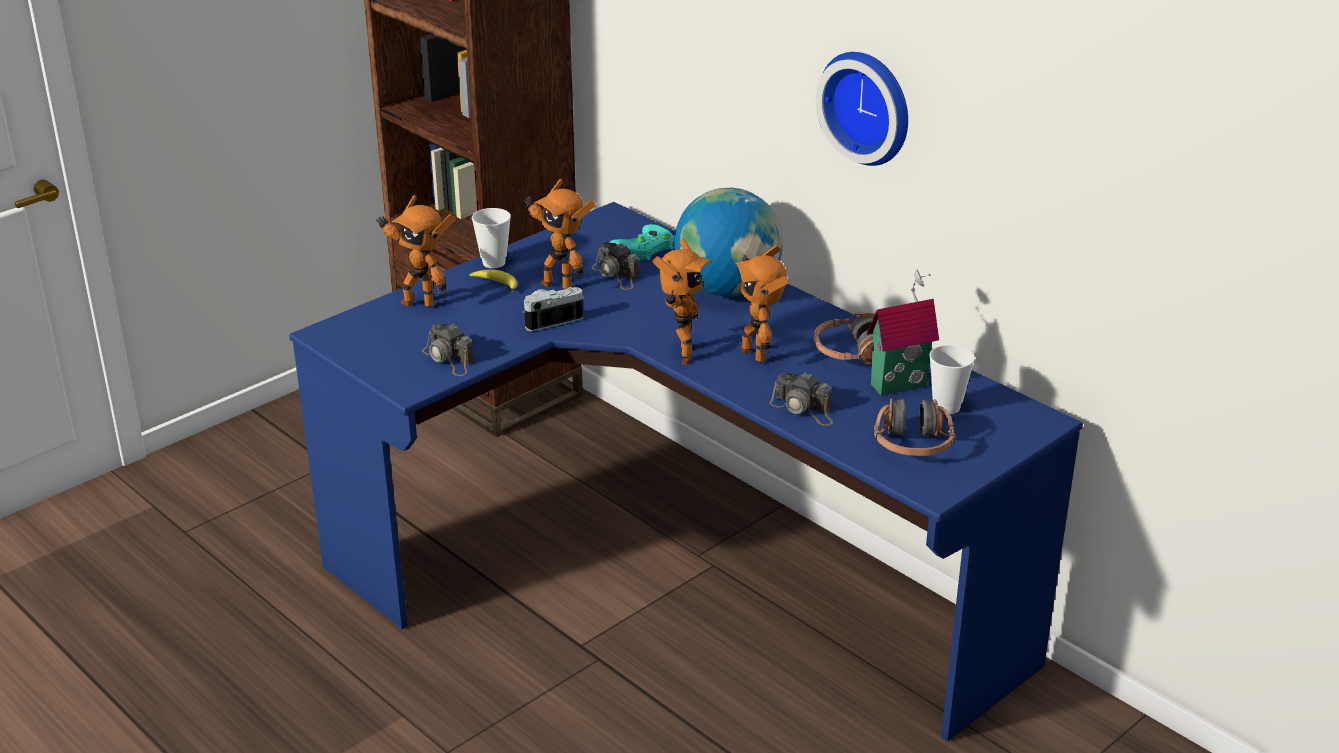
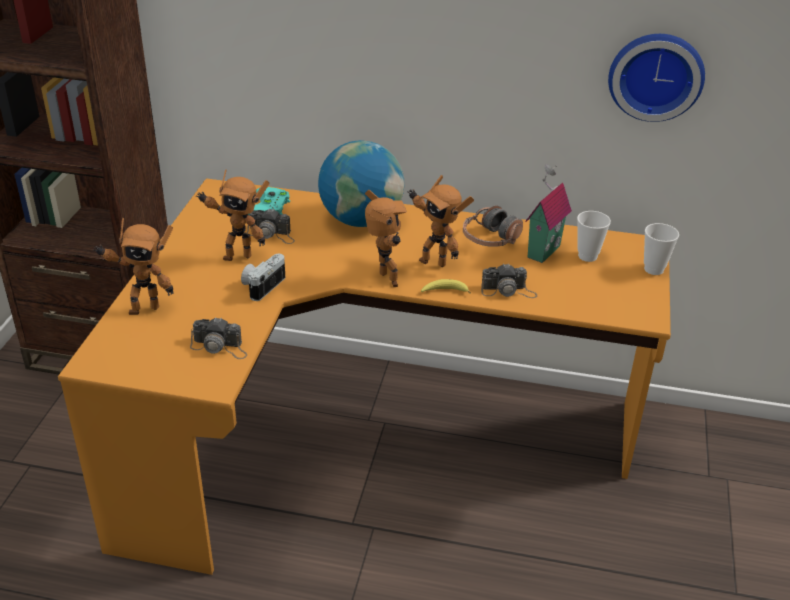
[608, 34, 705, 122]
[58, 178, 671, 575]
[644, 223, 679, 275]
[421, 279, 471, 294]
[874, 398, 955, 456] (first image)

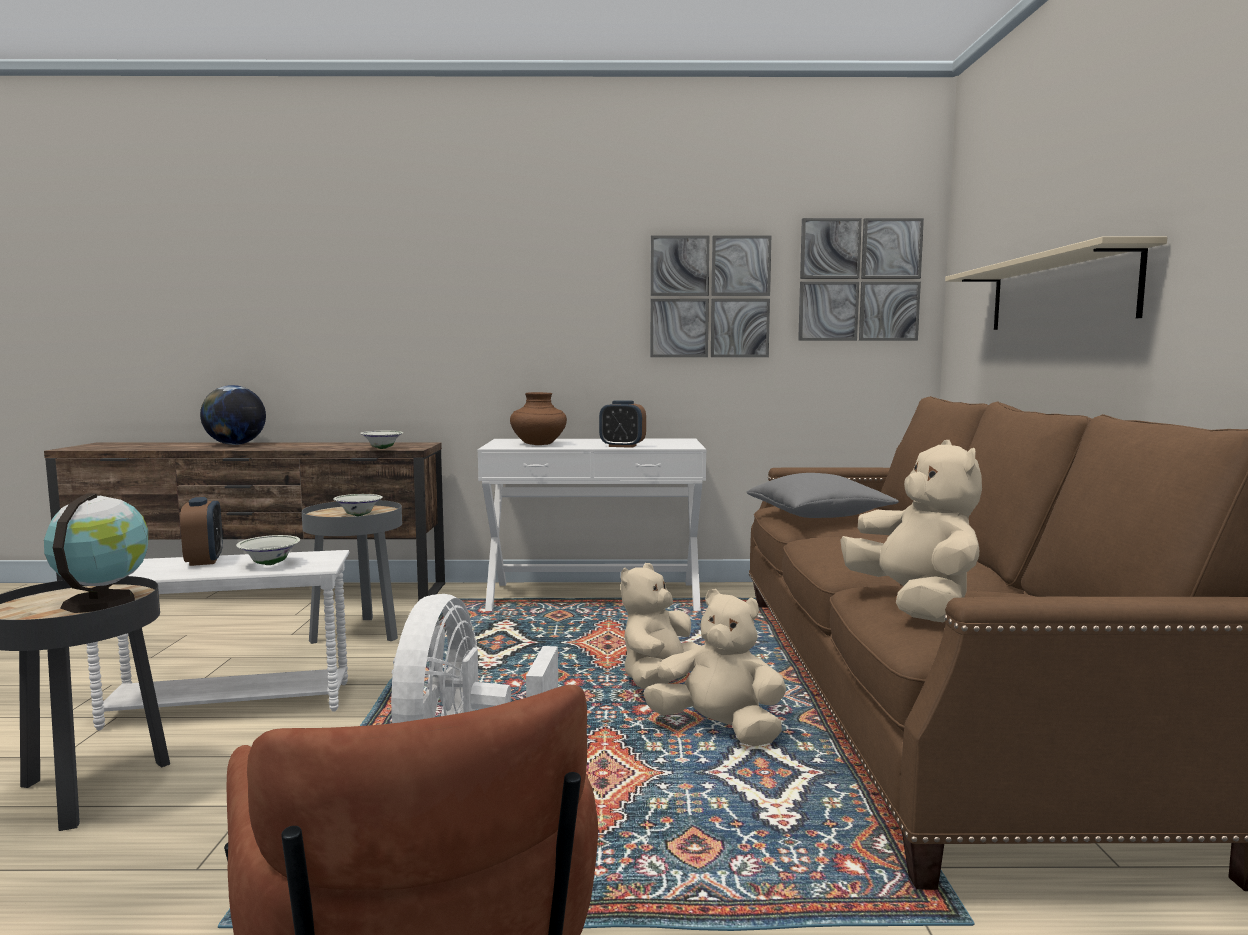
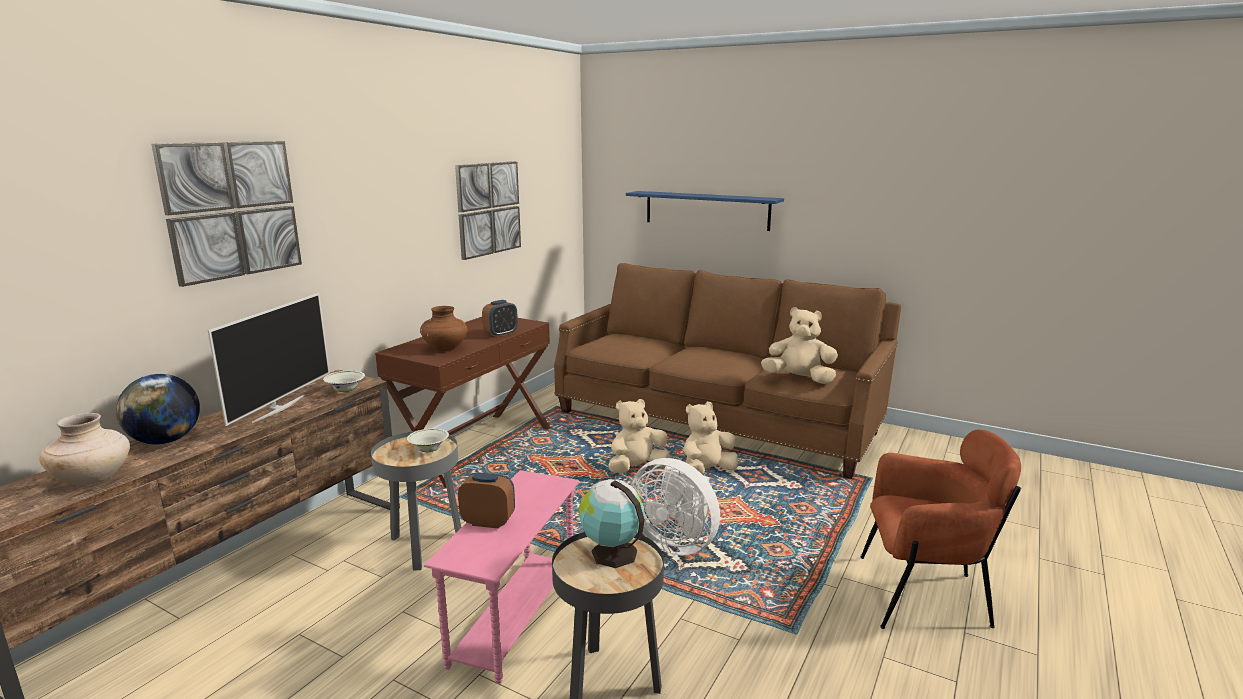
[151, 141, 302, 287]
[626, 191, 784, 231]
[375, 317, 550, 488]
[746, 473, 899, 518] (first image)
[236, 535, 300, 565] (first image)
[424, 470, 579, 684]
[608, 399, 670, 473]
[208, 293, 330, 426]
[39, 413, 130, 486]

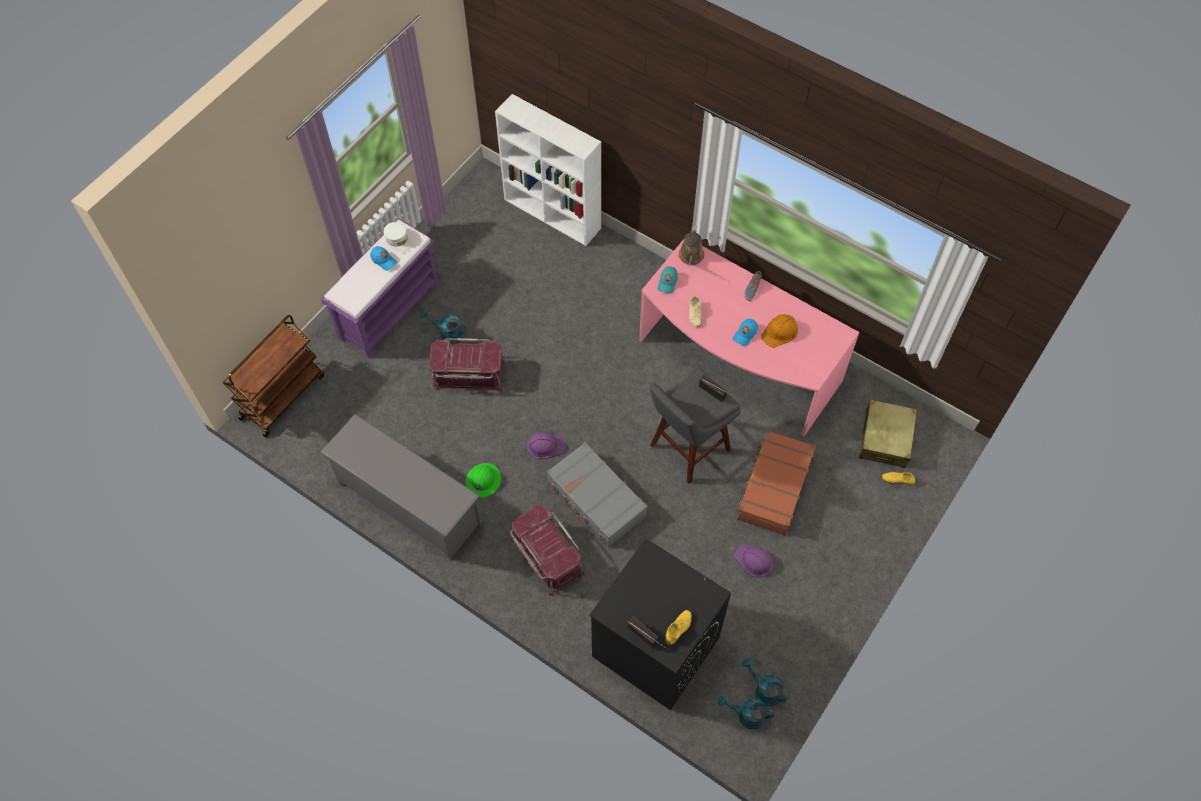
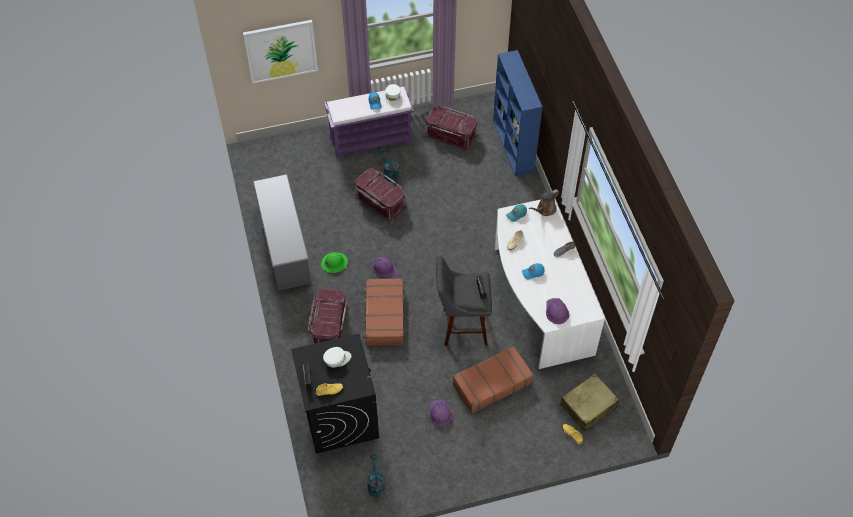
[493, 50, 542, 176]
[495, 199, 605, 369]
[761, 314, 798, 348] (first image)
[223, 315, 324, 437] (first image)
[363, 278, 404, 346]
[718, 695, 774, 730] (first image)
[243, 20, 318, 84]
[424, 106, 478, 152]
[546, 298, 570, 324]
[323, 347, 351, 368]

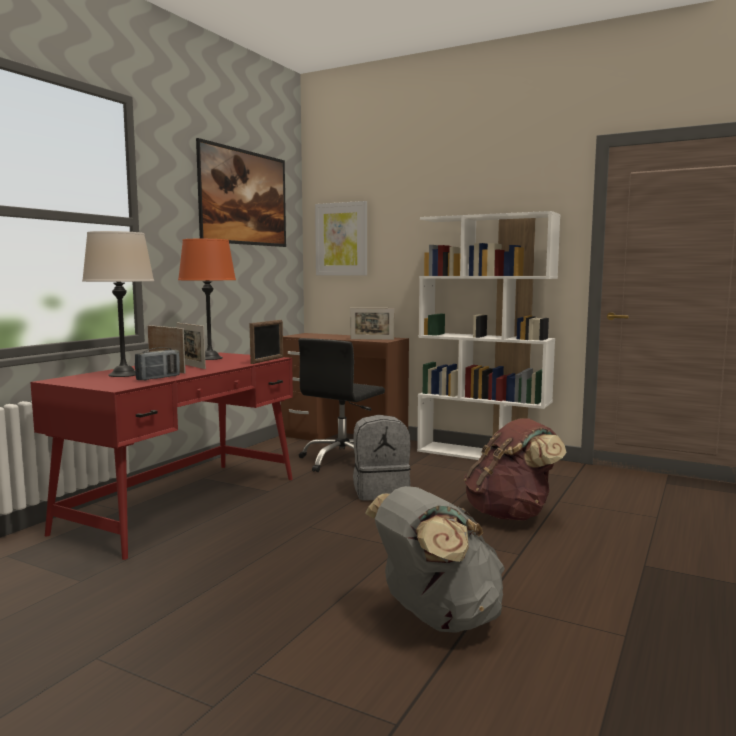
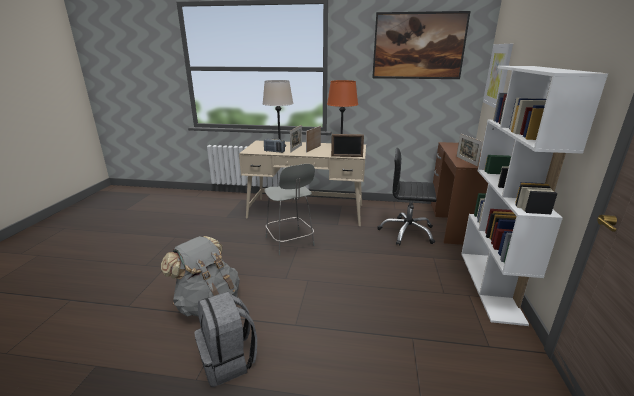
[239, 141, 366, 226]
[194, 292, 257, 387]
[464, 418, 567, 520] (first image)
[264, 164, 315, 255]

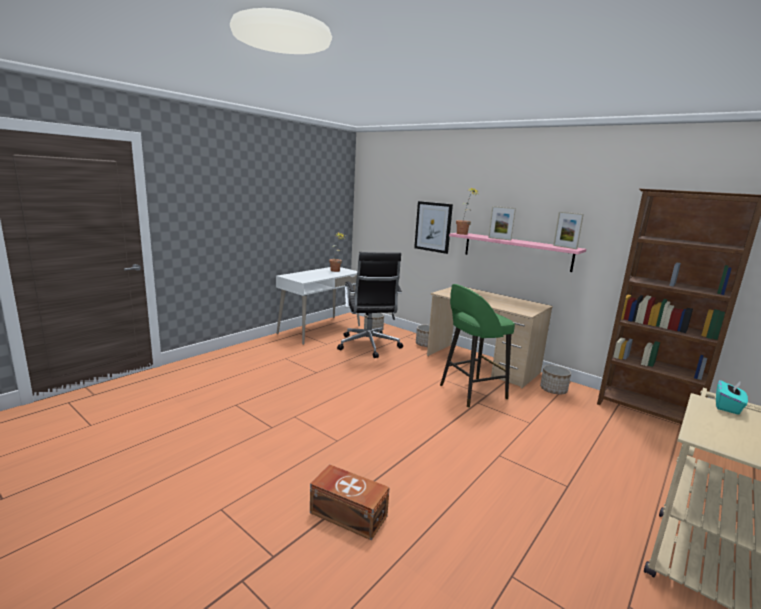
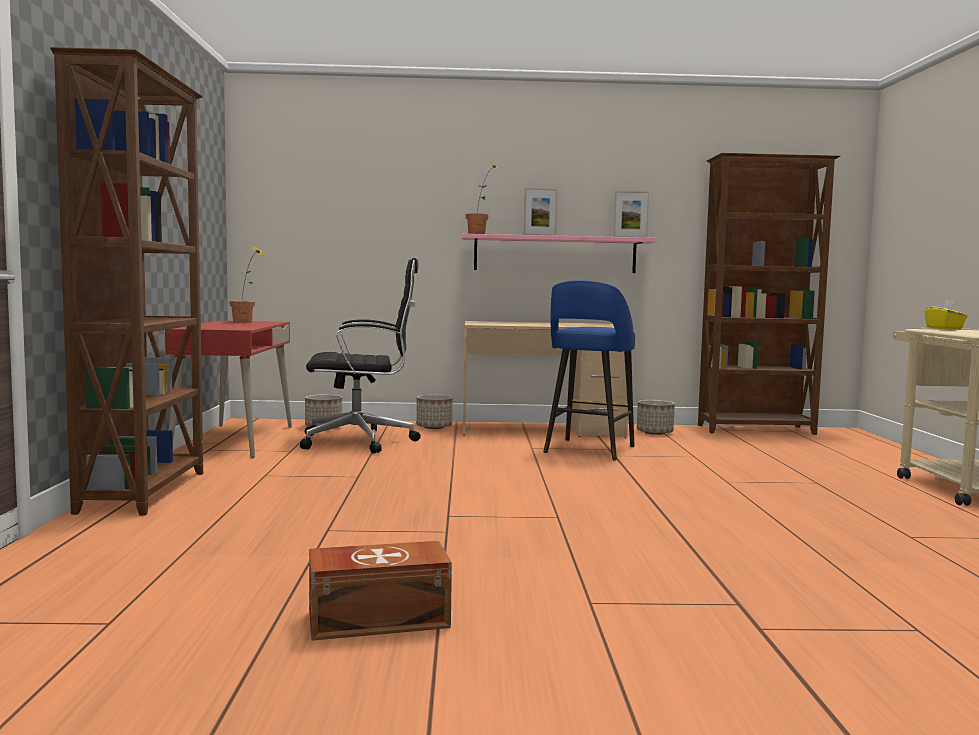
[414, 201, 453, 254] (first image)
[300, 258, 421, 454]
[165, 320, 292, 458]
[543, 280, 635, 461]
[924, 300, 968, 329]
[309, 541, 452, 641]
[50, 47, 203, 515]

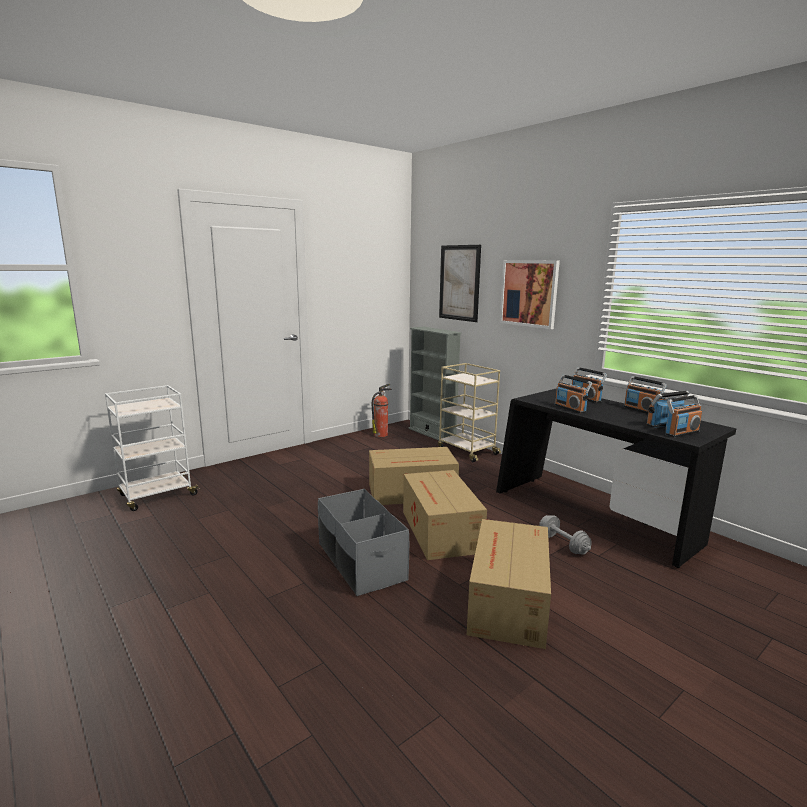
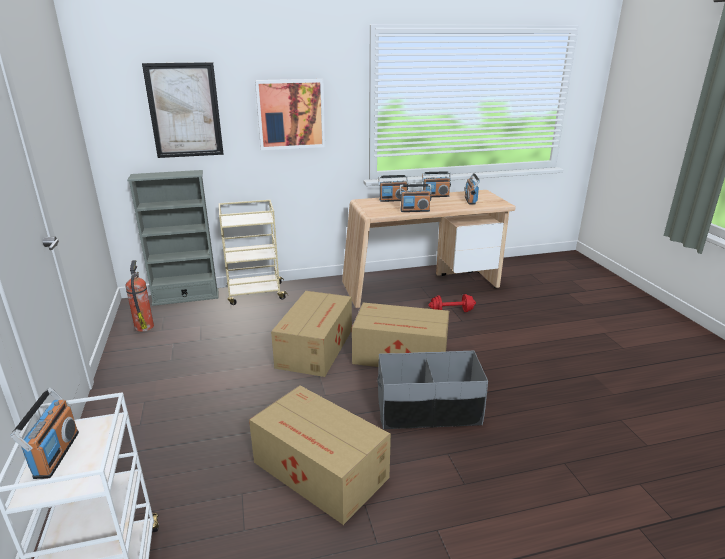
[342, 190, 516, 308]
[10, 388, 79, 479]
[428, 294, 476, 312]
[249, 385, 391, 525]

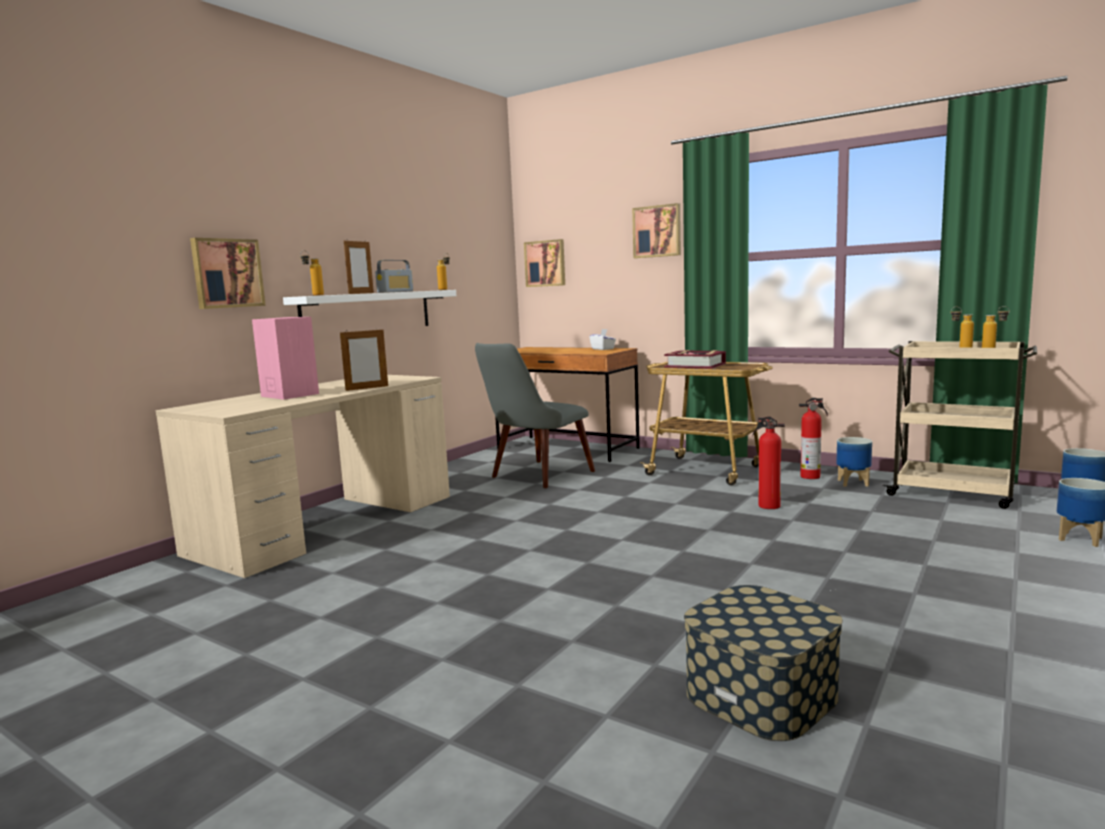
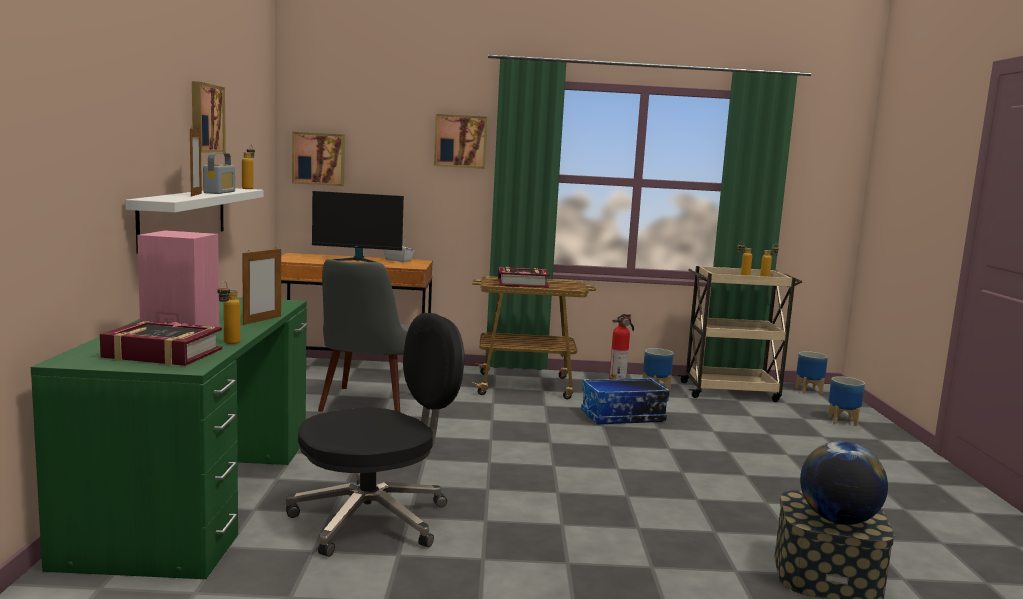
[192, 81, 226, 153]
[217, 281, 241, 344]
[31, 297, 308, 579]
[581, 378, 670, 424]
[312, 191, 404, 262]
[286, 313, 464, 557]
[100, 320, 222, 366]
[800, 441, 888, 525]

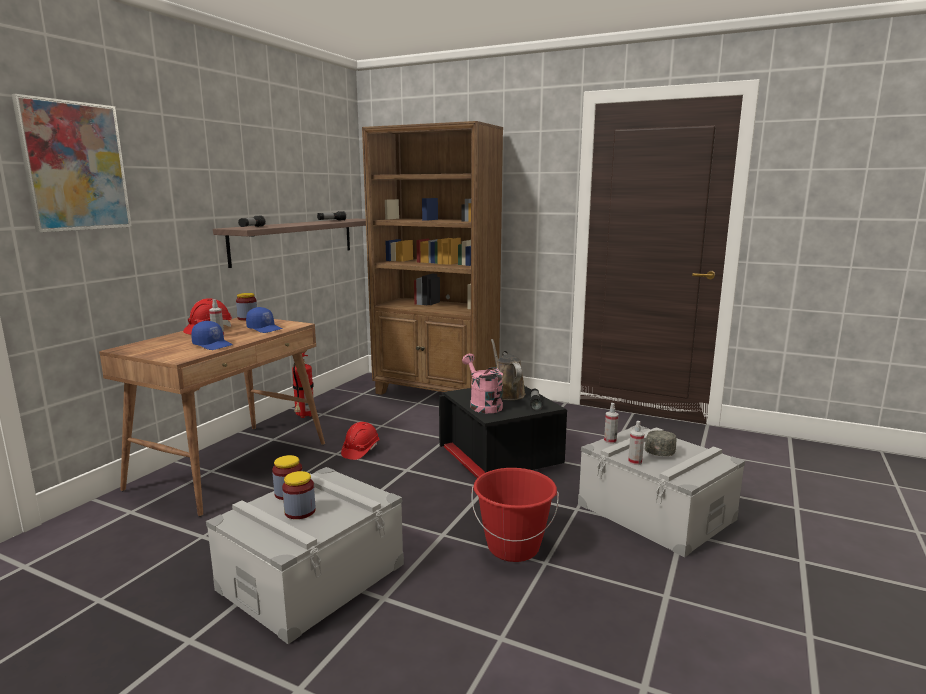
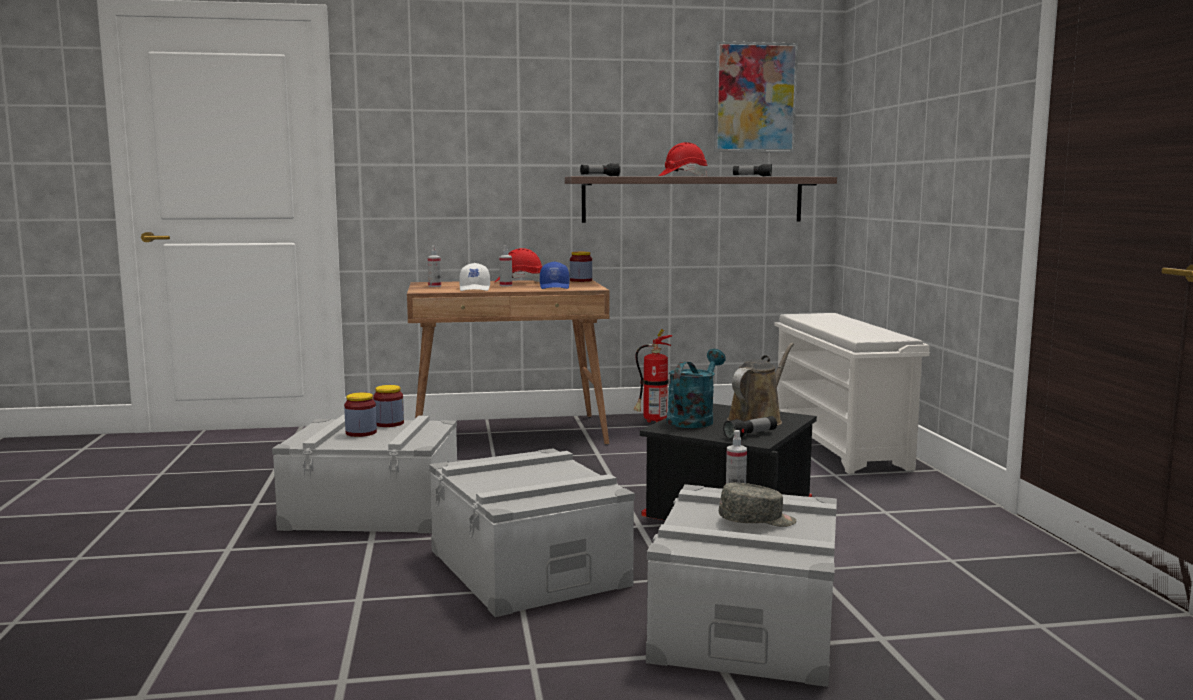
[714, 41, 798, 153]
[774, 313, 930, 474]
[459, 263, 490, 291]
[667, 349, 726, 428]
[428, 246, 441, 287]
[659, 142, 708, 177]
[429, 448, 635, 617]

